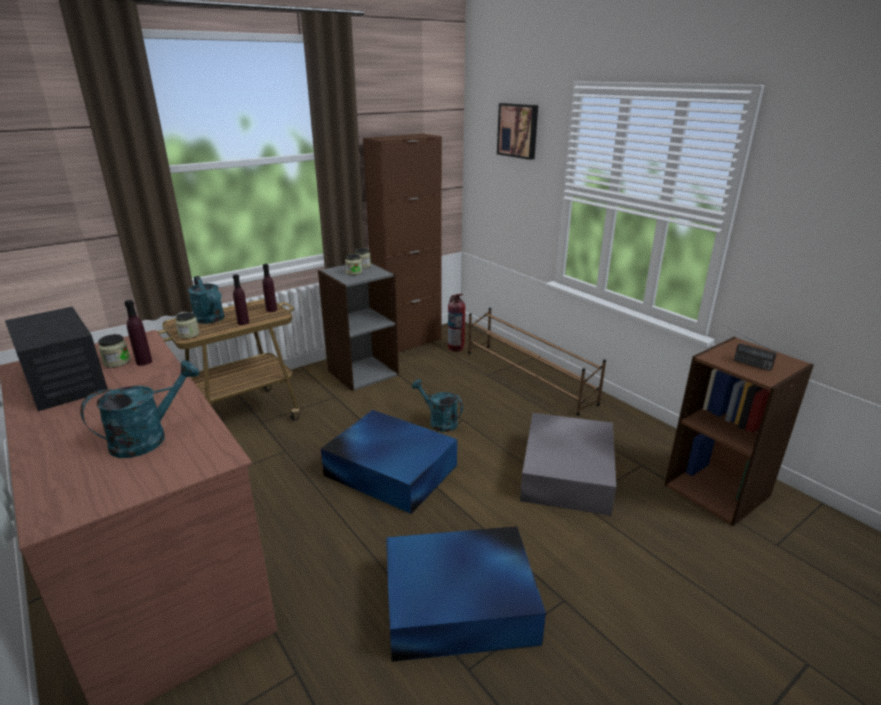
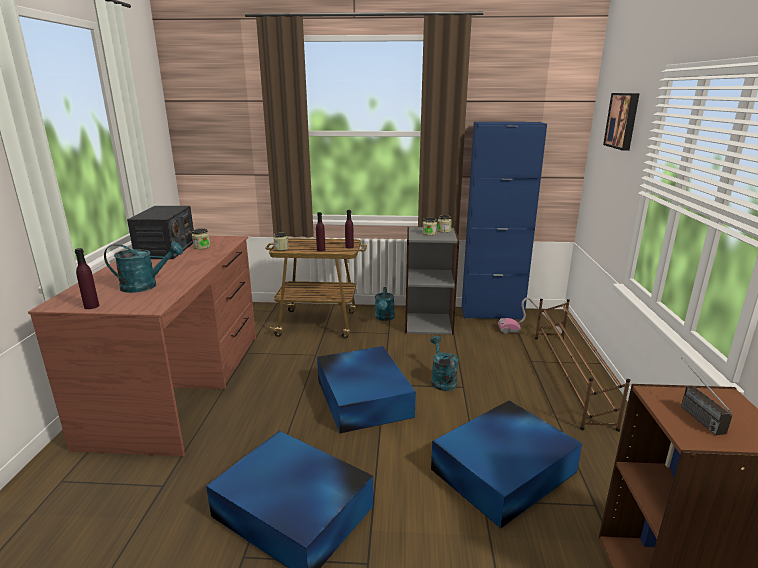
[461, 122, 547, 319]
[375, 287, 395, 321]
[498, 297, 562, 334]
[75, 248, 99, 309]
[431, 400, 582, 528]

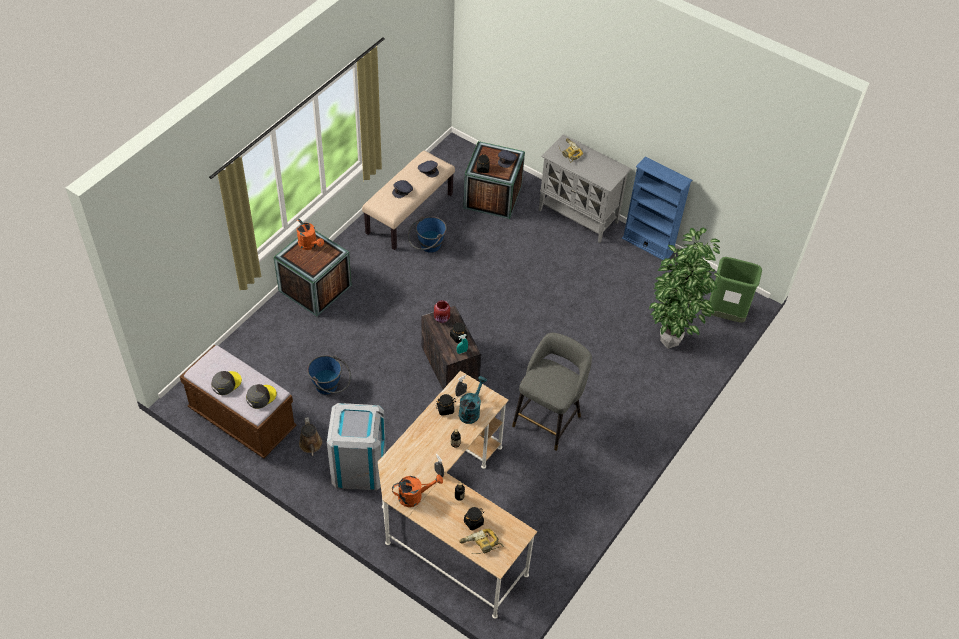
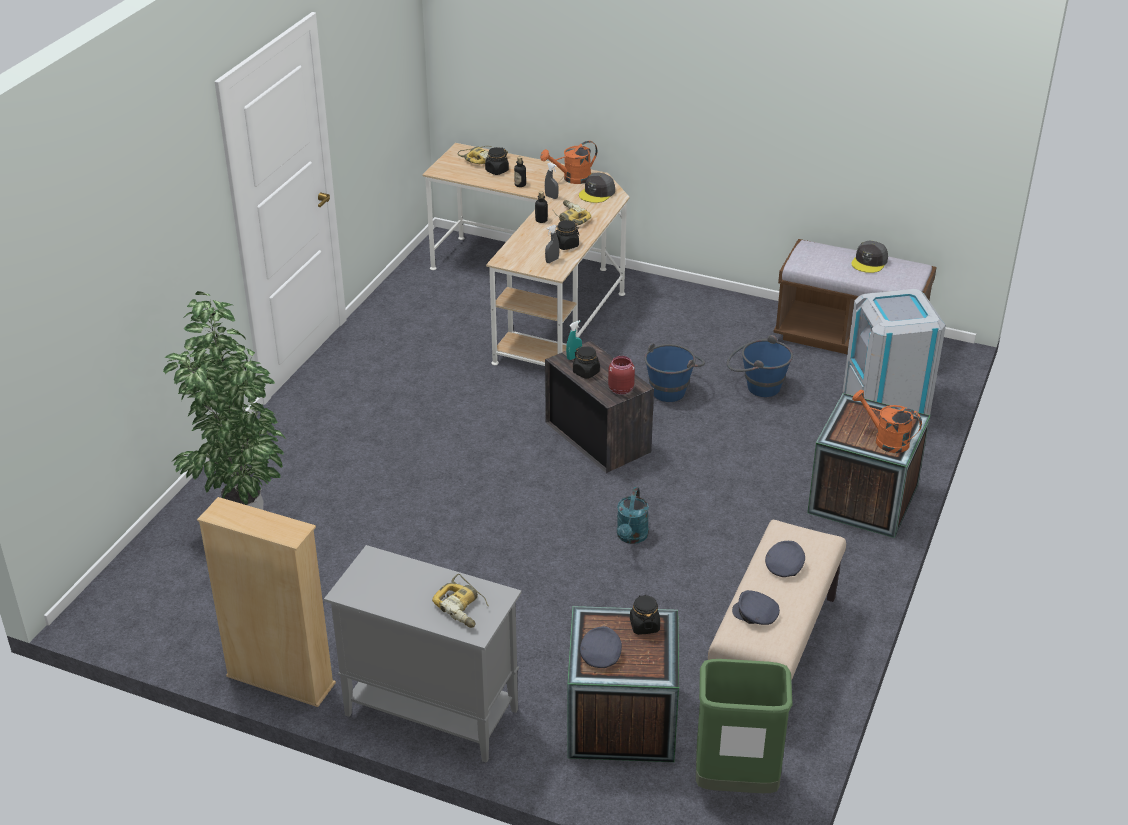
[197, 497, 336, 707]
[644, 343, 705, 402]
[696, 659, 793, 793]
[512, 333, 592, 451] (first image)
[617, 487, 649, 544]
[579, 173, 615, 203]
[842, 289, 946, 415]
[299, 417, 322, 456] (first image)
[553, 200, 592, 225]

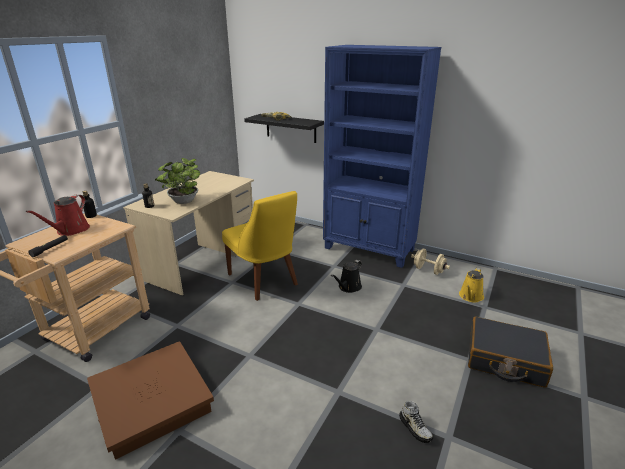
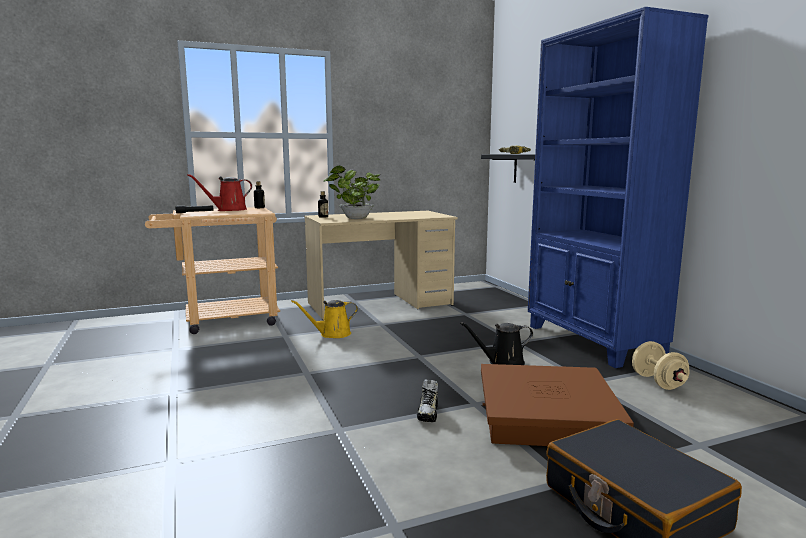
[222, 191, 298, 301] (first image)
[291, 300, 358, 338]
[481, 364, 634, 446]
[417, 379, 438, 422]

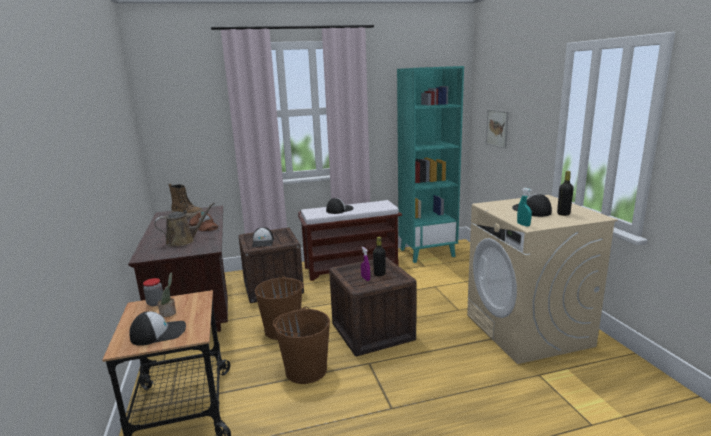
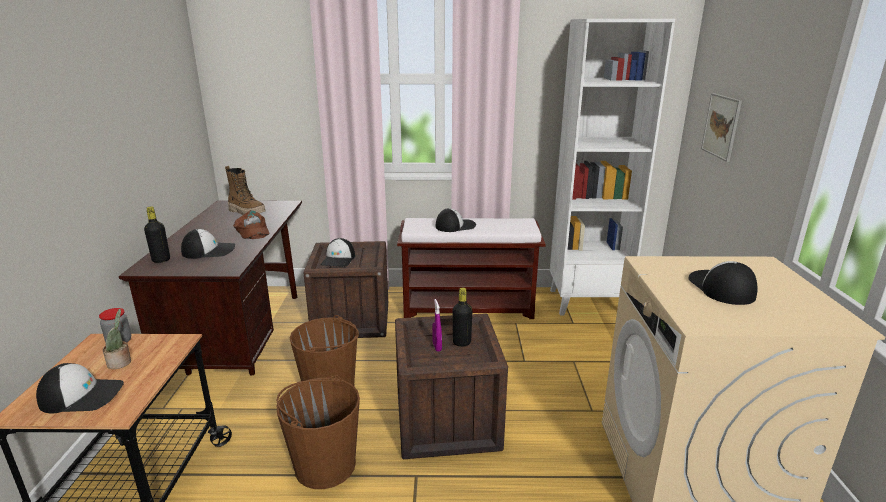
[550, 19, 675, 315]
[144, 207, 170, 263]
[517, 188, 532, 227] (first image)
[181, 229, 235, 259]

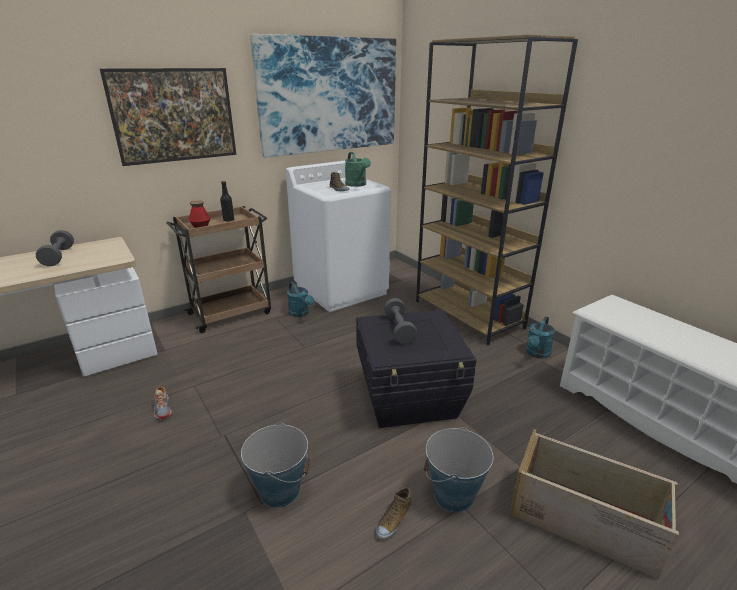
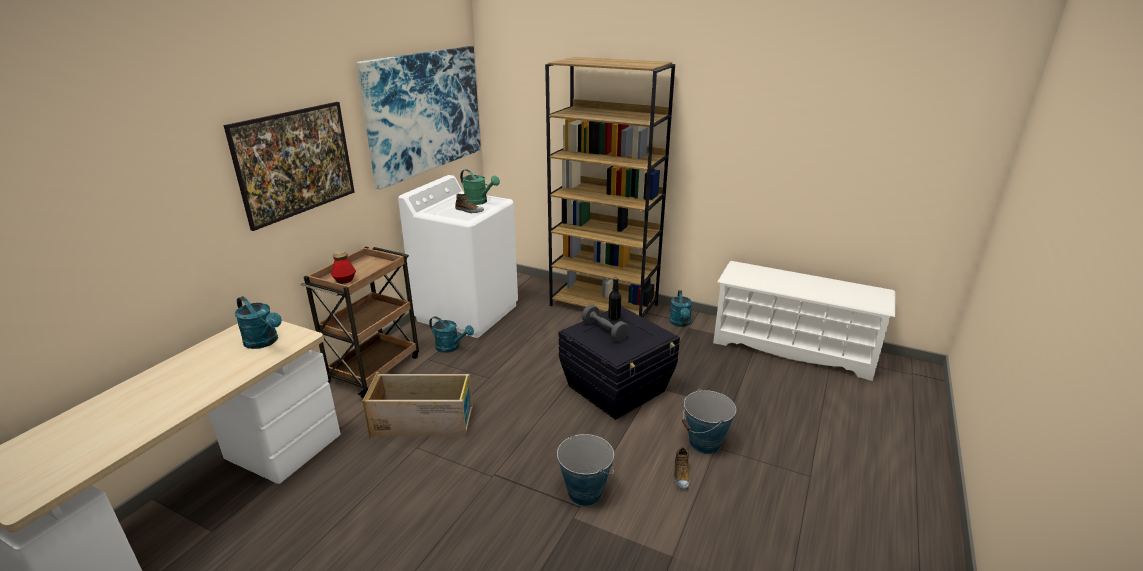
[608, 278, 621, 320]
[36, 230, 74, 266] (first image)
[154, 386, 172, 419] (first image)
[362, 372, 473, 438]
[235, 296, 282, 349]

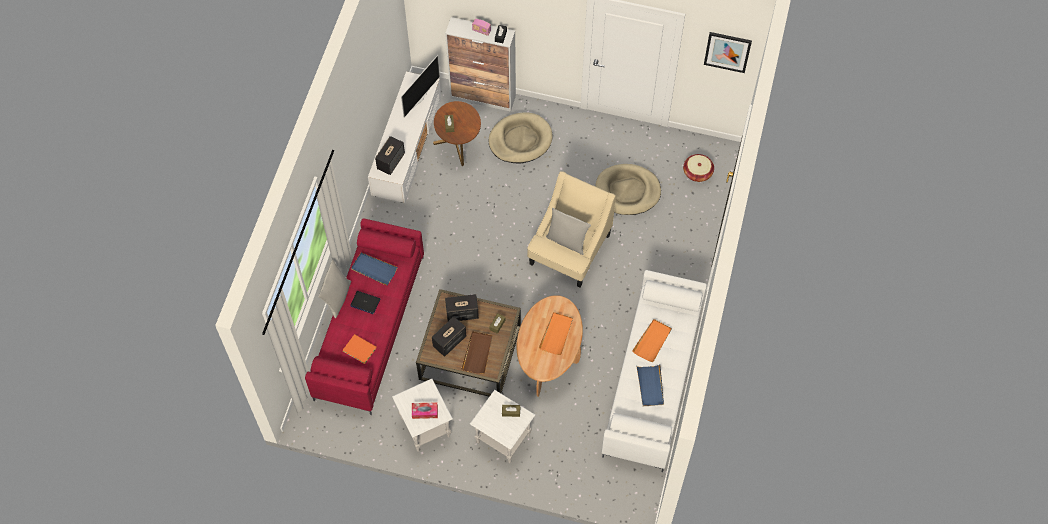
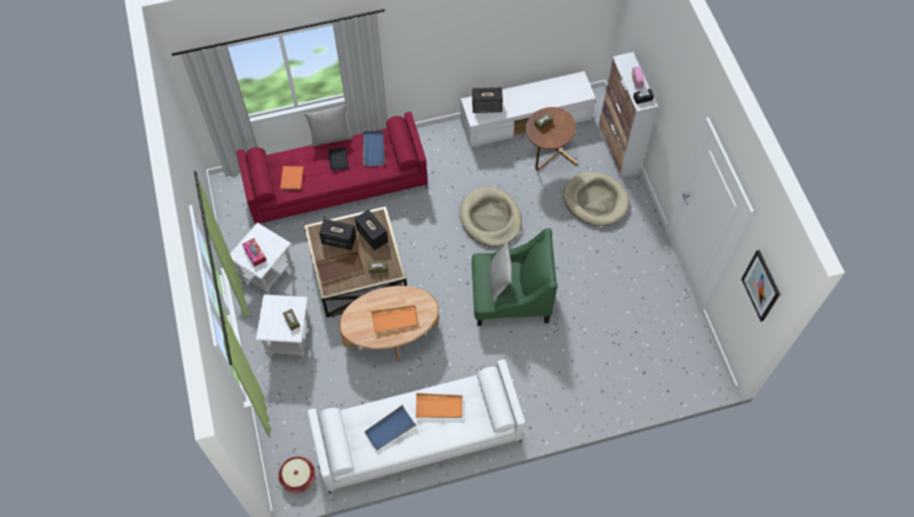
[401, 55, 440, 118] (first image)
[278, 456, 315, 493]
[460, 187, 522, 247]
[472, 228, 557, 326]

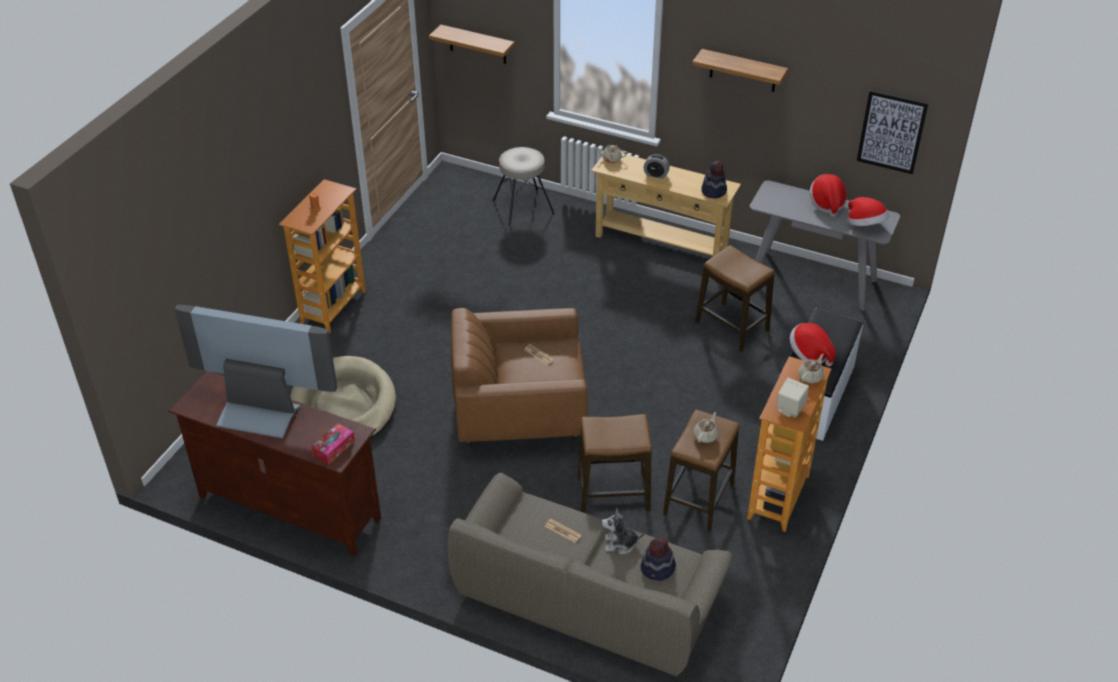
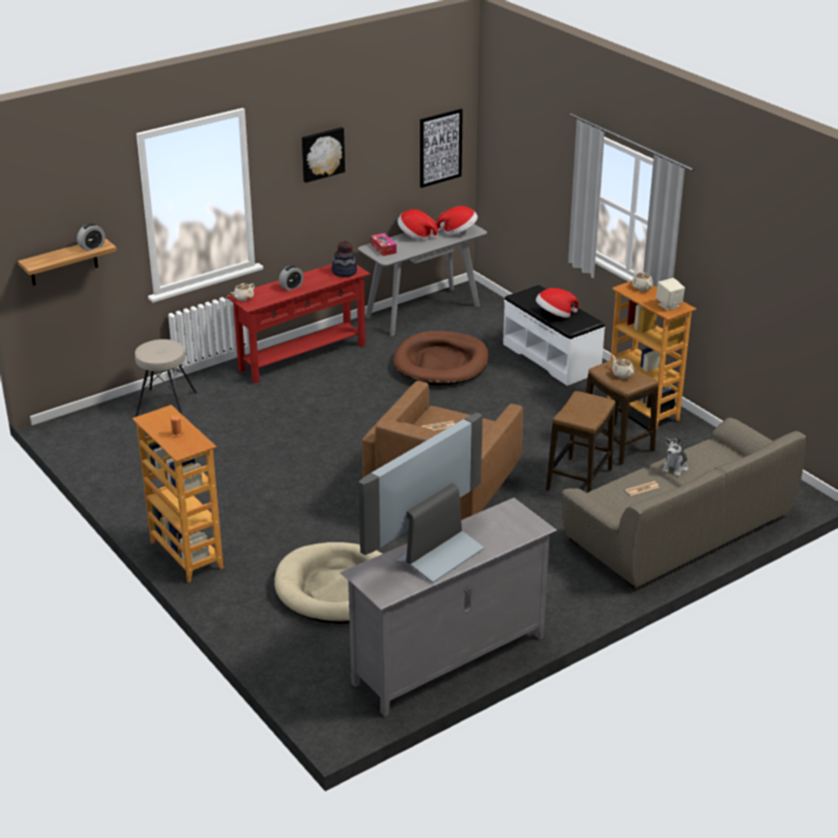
[302, 127, 345, 183]
[227, 264, 370, 383]
[393, 331, 489, 386]
[340, 498, 557, 717]
[371, 233, 397, 256]
[641, 537, 676, 581] (first image)
[77, 223, 105, 251]

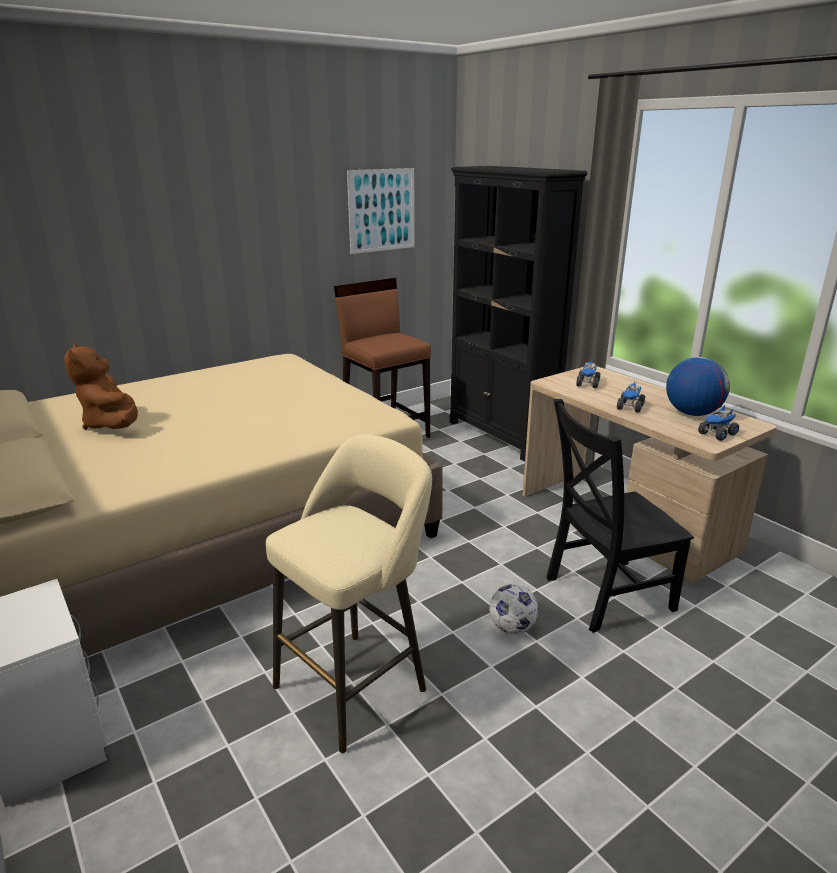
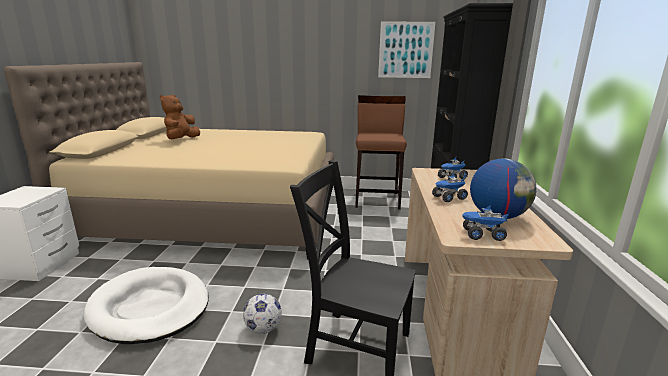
[84, 267, 209, 344]

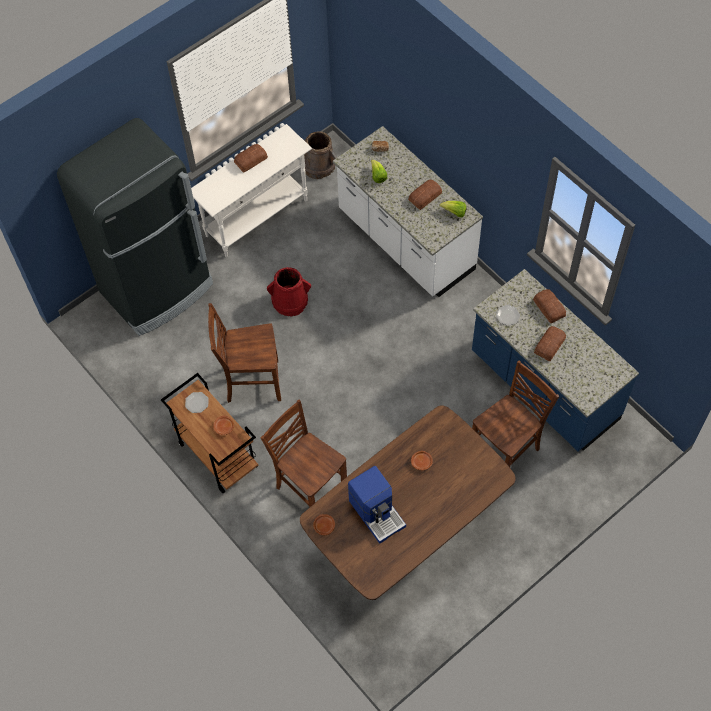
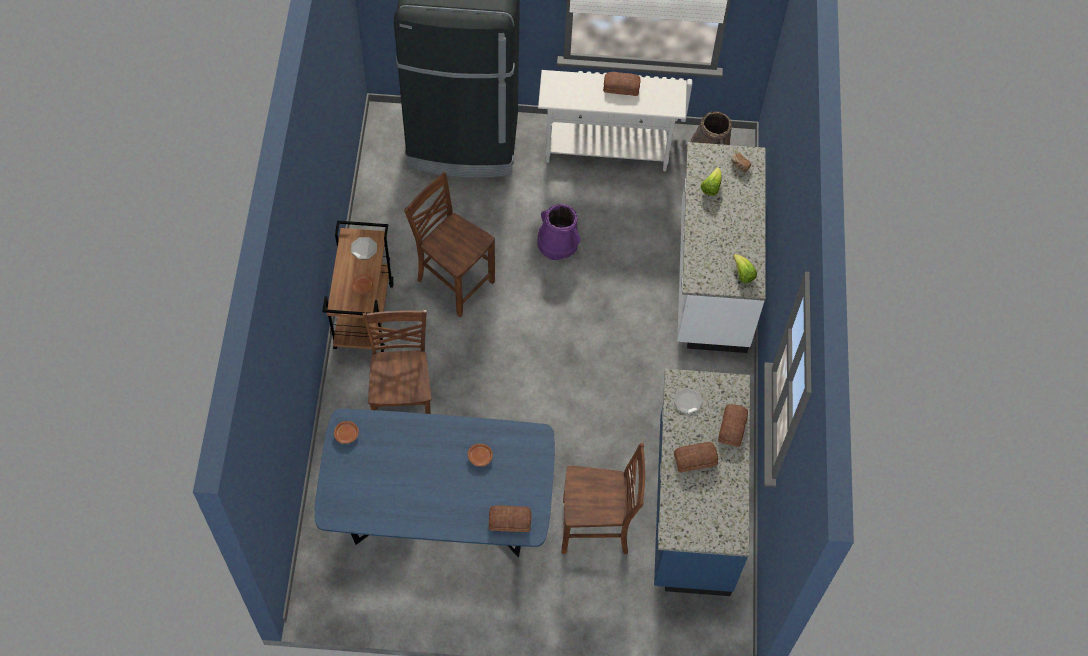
[489, 506, 531, 532]
[537, 204, 581, 260]
[315, 409, 555, 557]
[348, 466, 406, 544] (first image)

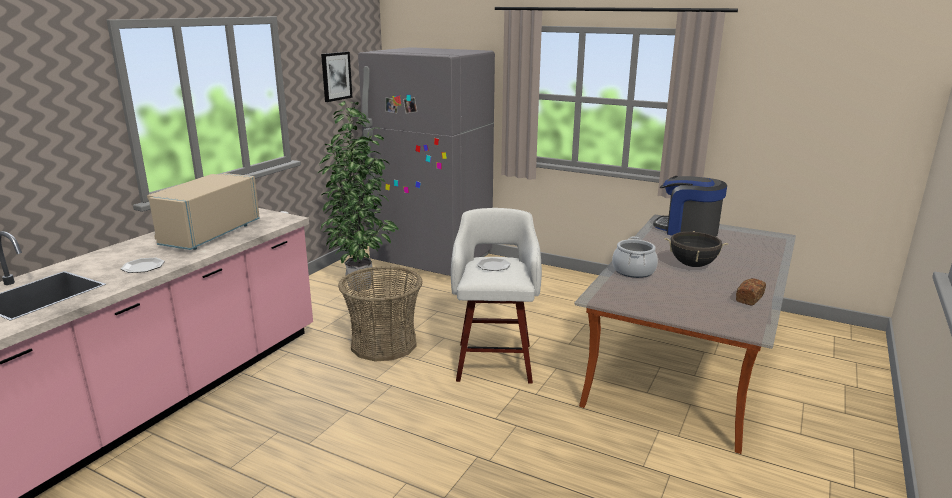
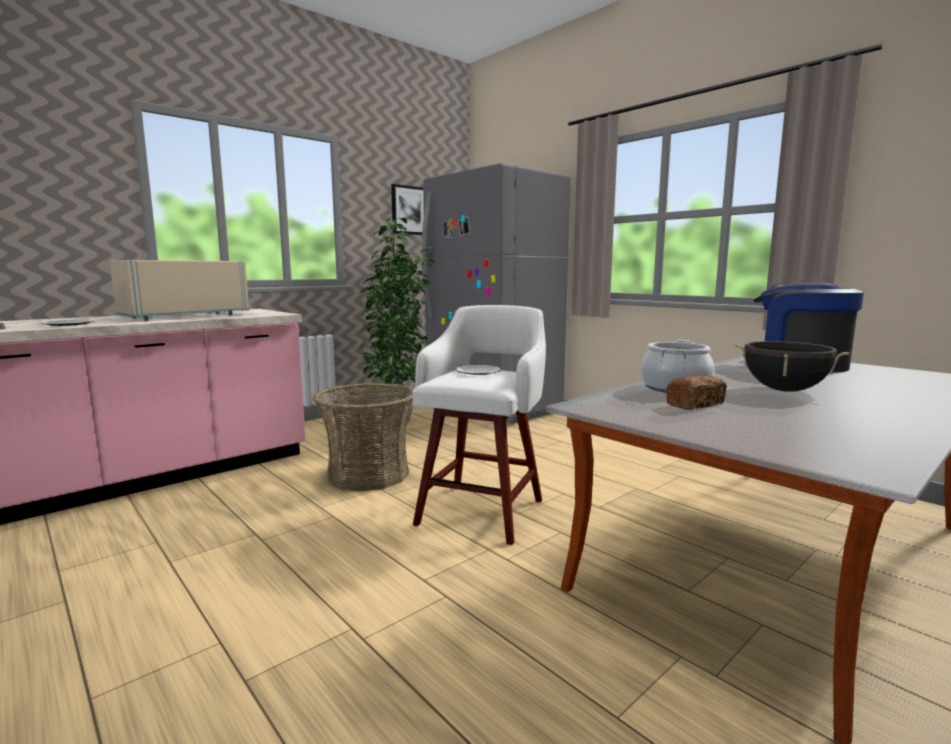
[666, 375, 727, 410]

